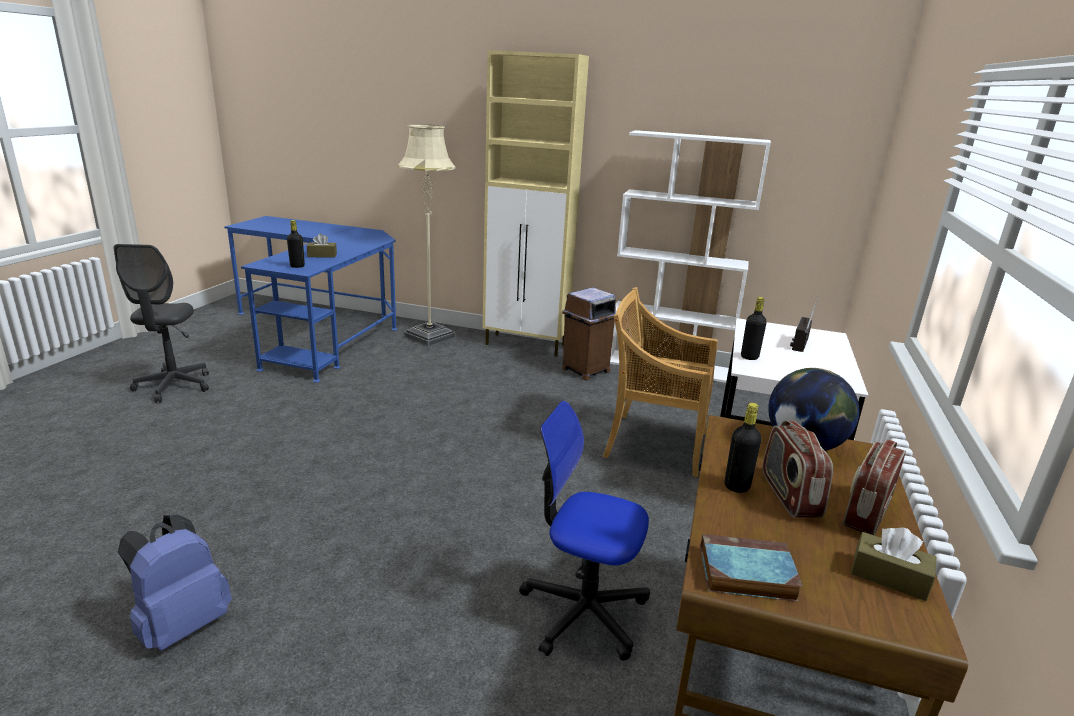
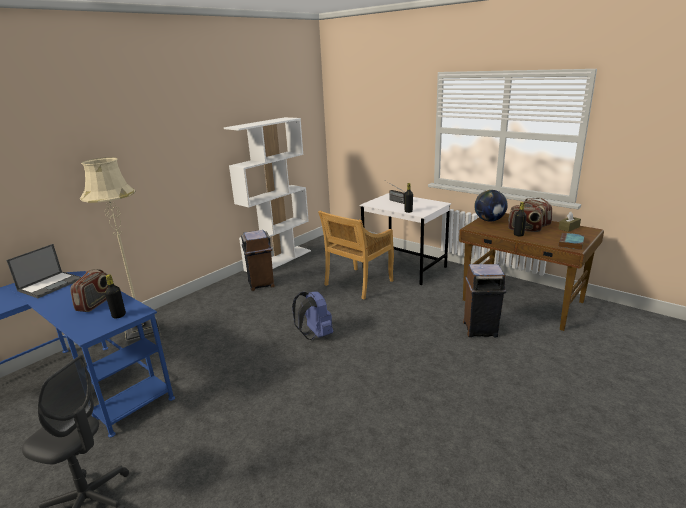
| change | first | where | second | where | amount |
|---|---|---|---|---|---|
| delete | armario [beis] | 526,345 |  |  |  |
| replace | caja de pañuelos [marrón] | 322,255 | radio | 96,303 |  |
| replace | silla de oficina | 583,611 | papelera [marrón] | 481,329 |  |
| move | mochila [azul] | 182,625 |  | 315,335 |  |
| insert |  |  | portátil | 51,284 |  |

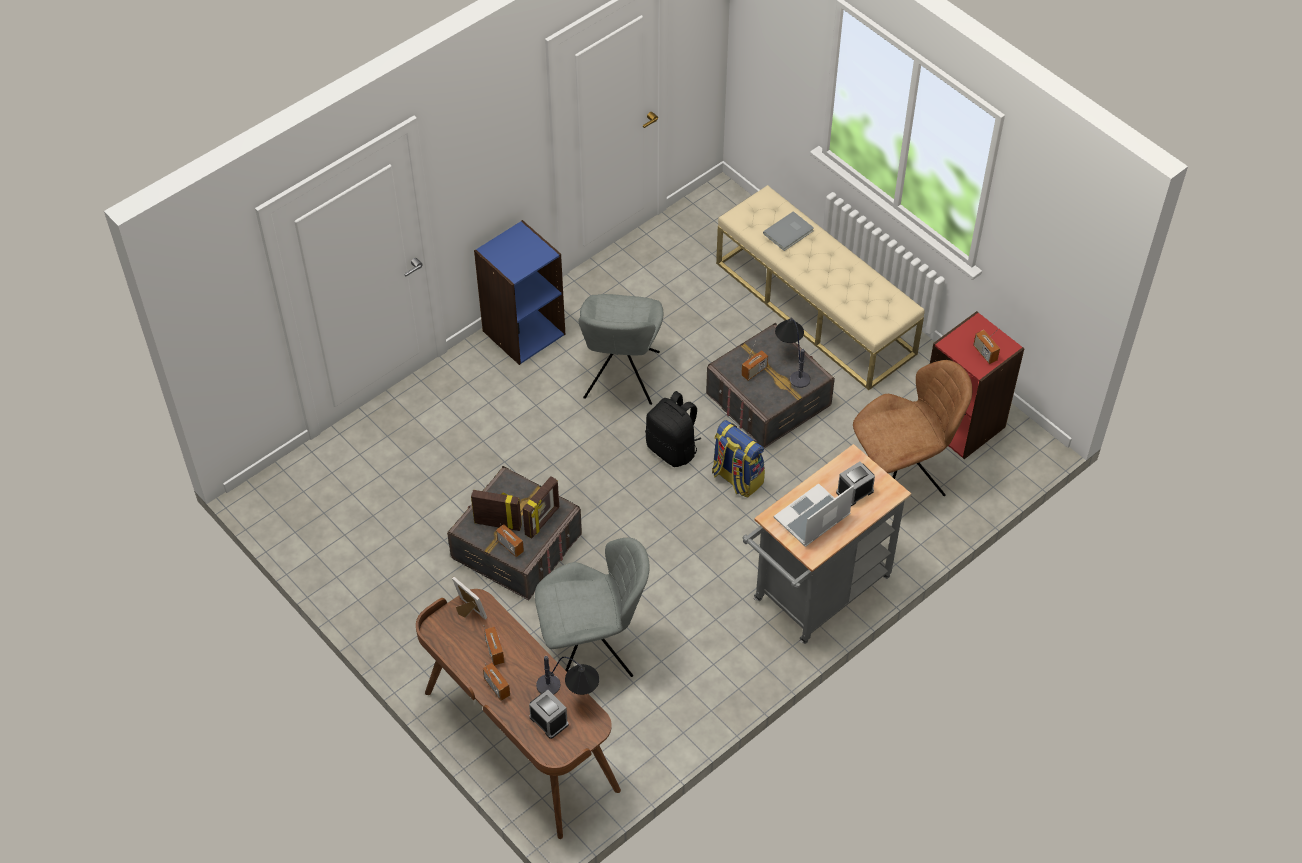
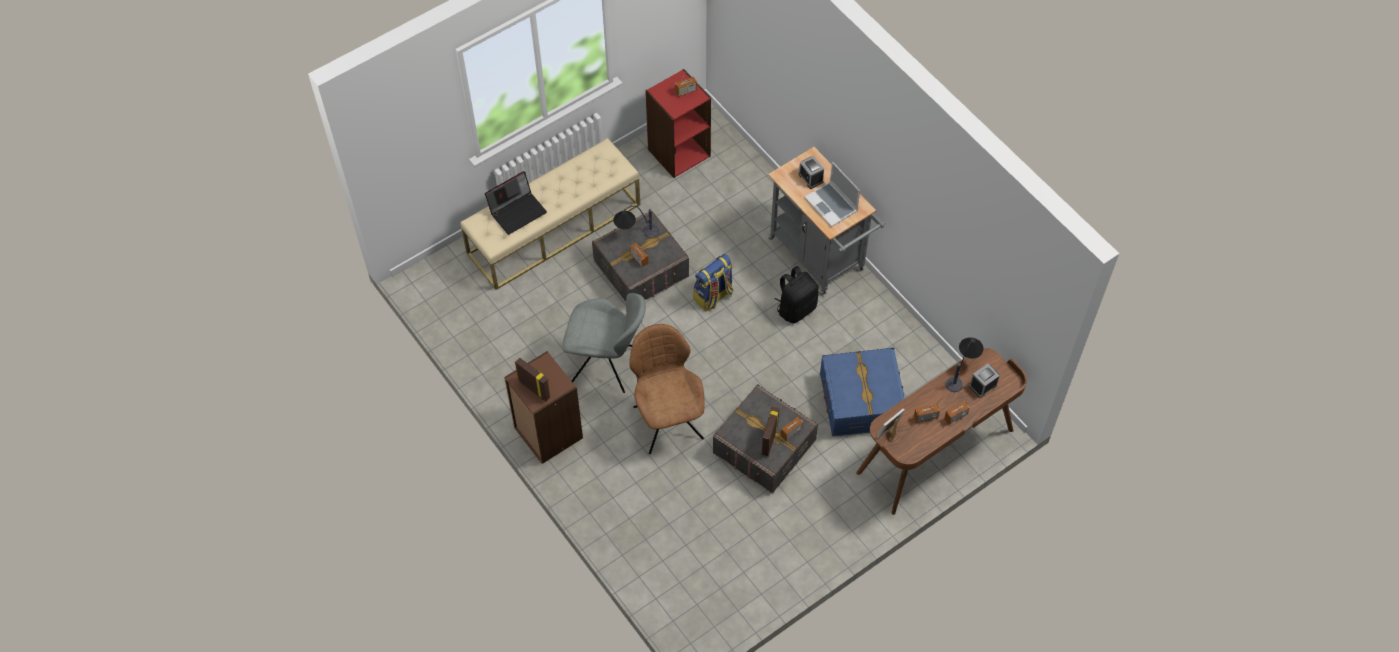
| change | first | where | second | where | amount |
|---|---|---|---|---|---|
| replace | libro [gris] | 789,232 | portátil | 517,211 |  |
| recolor | estantería [azul] | 523,332 | estantería [marrón] | 547,433 |  |
| move | silla [marrón] | 901,479 |  | 667,420 |  |
| move | mochila [negro] | 673,449 |  | 796,308 |  |
| move | portarretratos | 543,521 |  | 535,389 |  |
| replace | silla [gris] | 592,651 | caja de almacenaje [azul] | 861,401 |  |

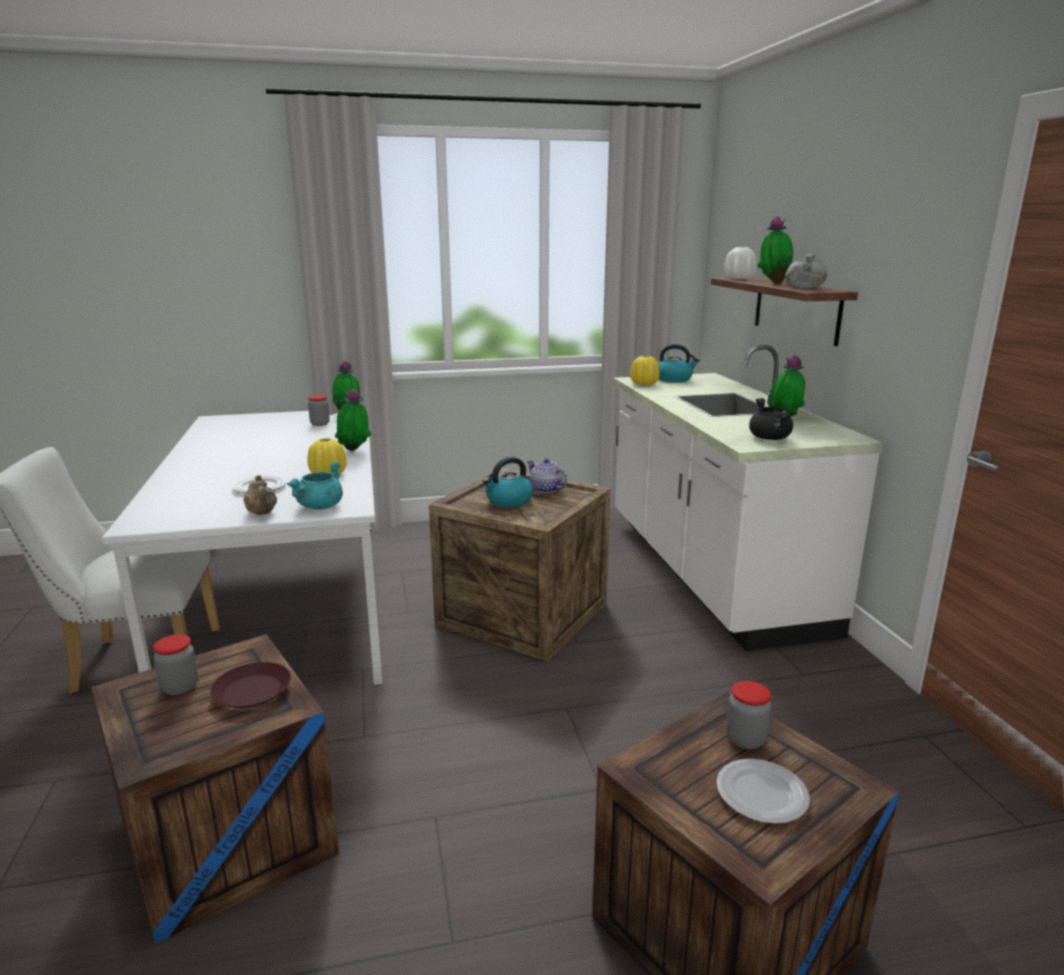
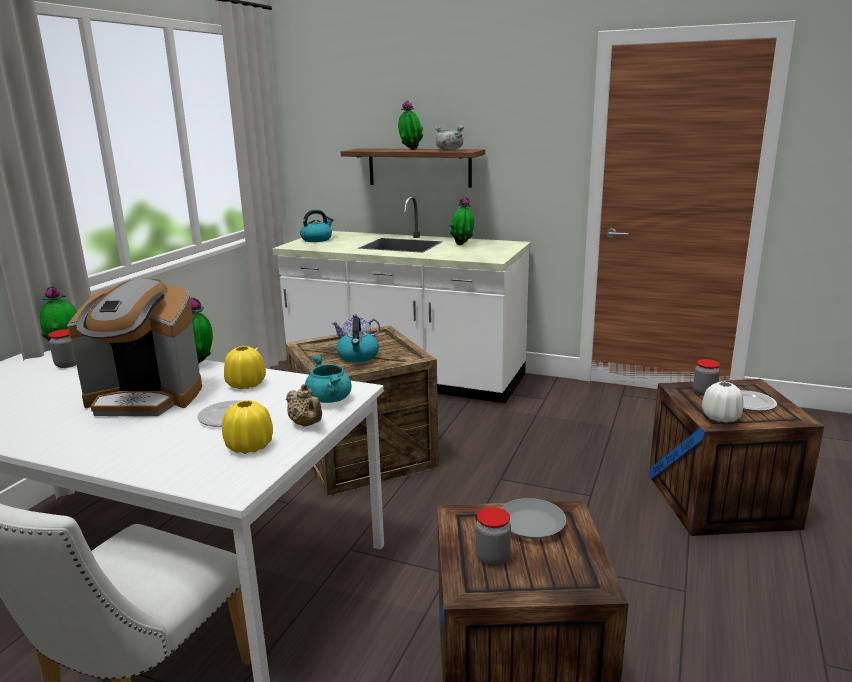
| change | first | where | second | where | amount |
|---|---|---|---|---|---|
| move | florero [blanco] | 739,278 |  | 721,417 |  |
| move | florero [amarillo] | 644,384 |  | 249,446 |  |
| delete | olla [negro] | 770,438 |  |  |  |
| rotate | tetera [beis] | 262,513 |  | 307,424 | 45 degrees clockwise |
| recolor | plato [marrón] | 251,692 | plato [gris] | 531,525 |  |
| insert |  |  | cafetera | 145,398 |  |

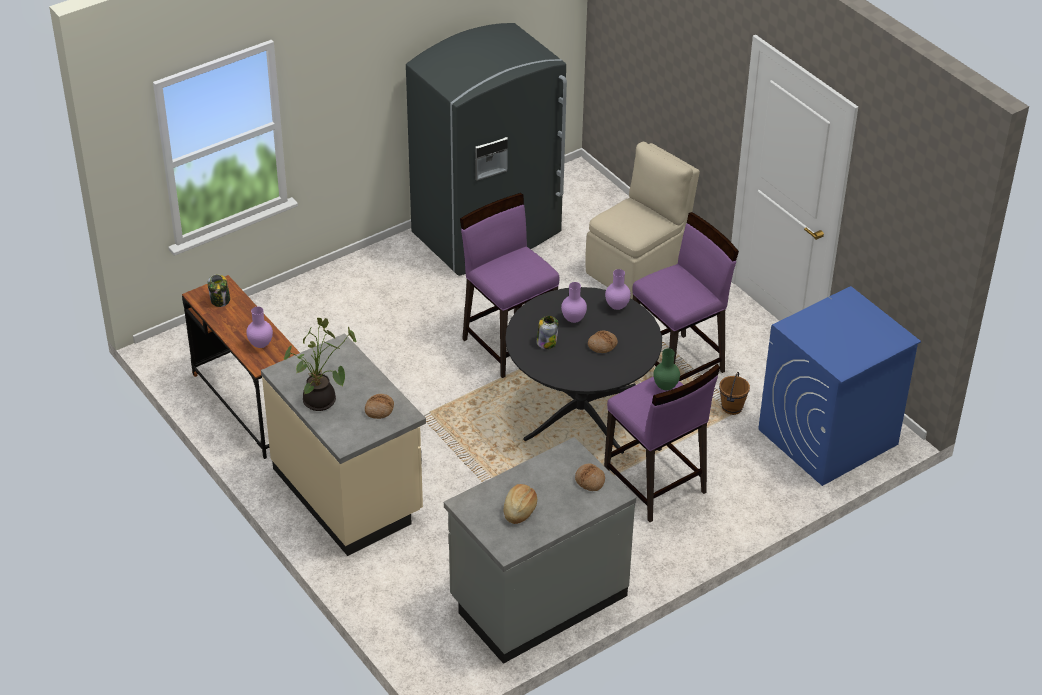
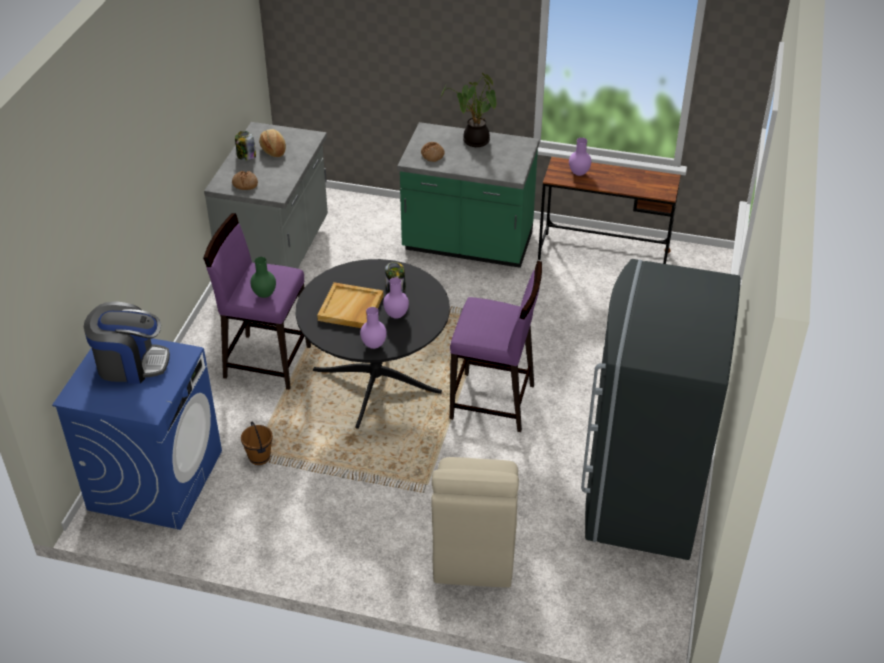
| change | first | where | second | where | amount |
|---|---|---|---|---|---|
| delete | taburete [morado] | 677,366 |  |  |  |
| move | tarro | 220,300 |  | 246,156 |  |
| replace | pan | 602,345 | bandeja [beis] | 351,308 |  |
| recolor | mueble bajo de cocina [beis] | 349,492 | mueble bajo de cocina [verde] | 467,244 |  |
| insert |  |  | cafetera | 131,364 |  |

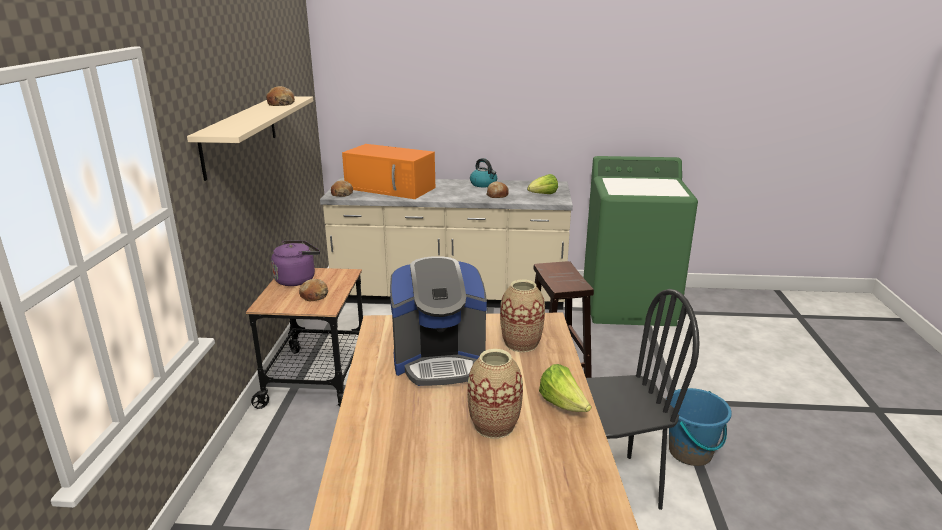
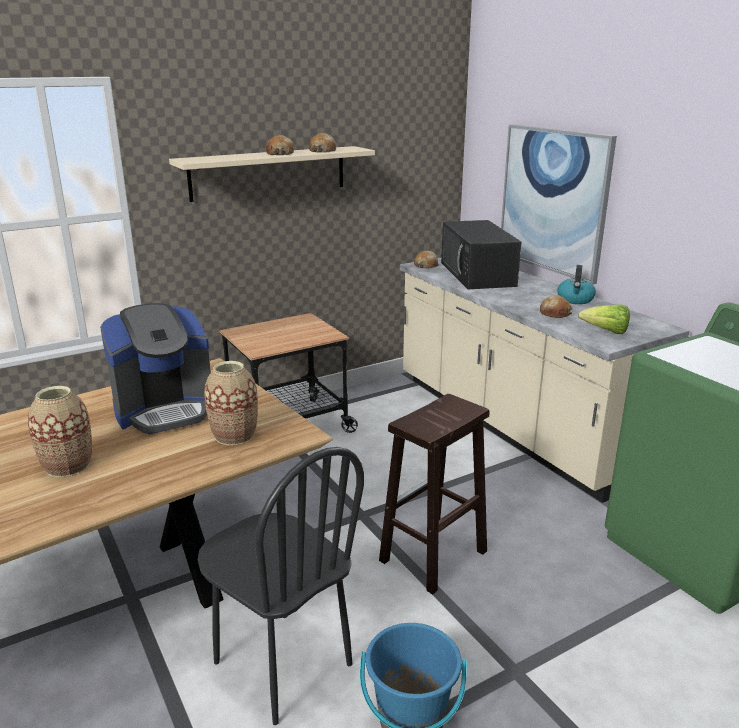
| change | first | where | second | where | amount |
|---|---|---|---|---|---|
| recolor | microondas [naranja] | 391,188 | microondas [negro] | 478,274 |  |
| delete | hervidor [morado] | 297,279 |  |  |  |
| rotate | cafetera | 439,361 |  | 165,410 | 75 degrees counterclockwise |
| move | pan | 314,295 |  | 280,153 |  |
| delete | lechuga | 563,405 |  |  |  |
| insert |  |  | cuadro | 553,201 |  |

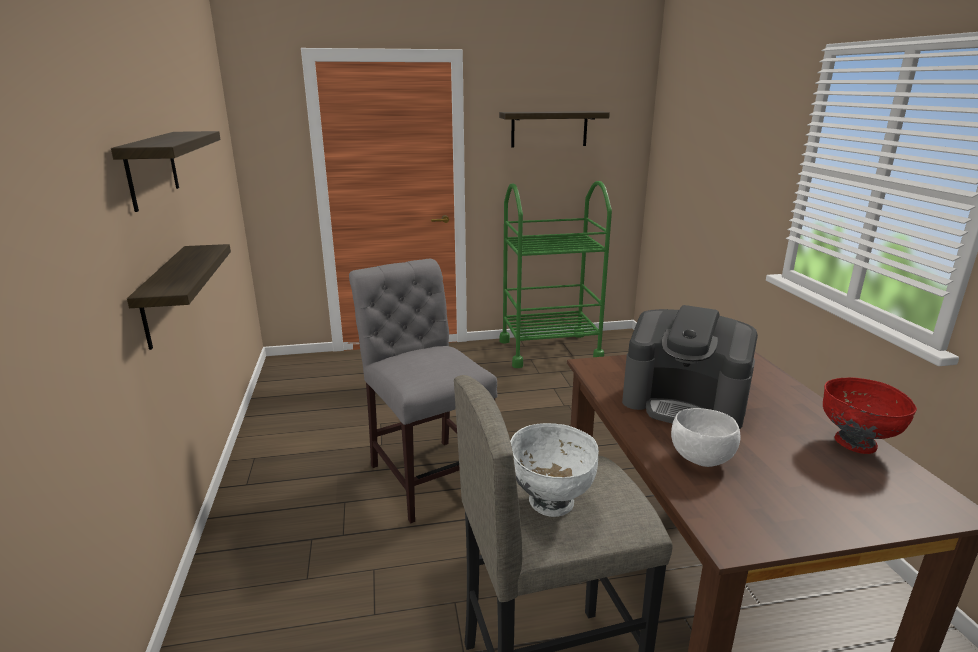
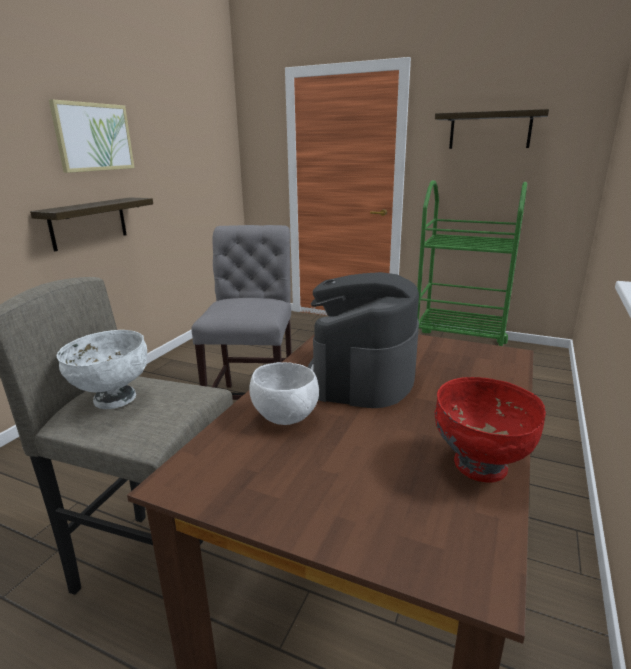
| change | first | where | second | where | amount |
|---|---|---|---|---|---|
| replace | estante | 152,169 | cuadro | 94,137 |  |
| rotate | cafetera | 684,403 |  | 363,375 | 45 degrees clockwise |

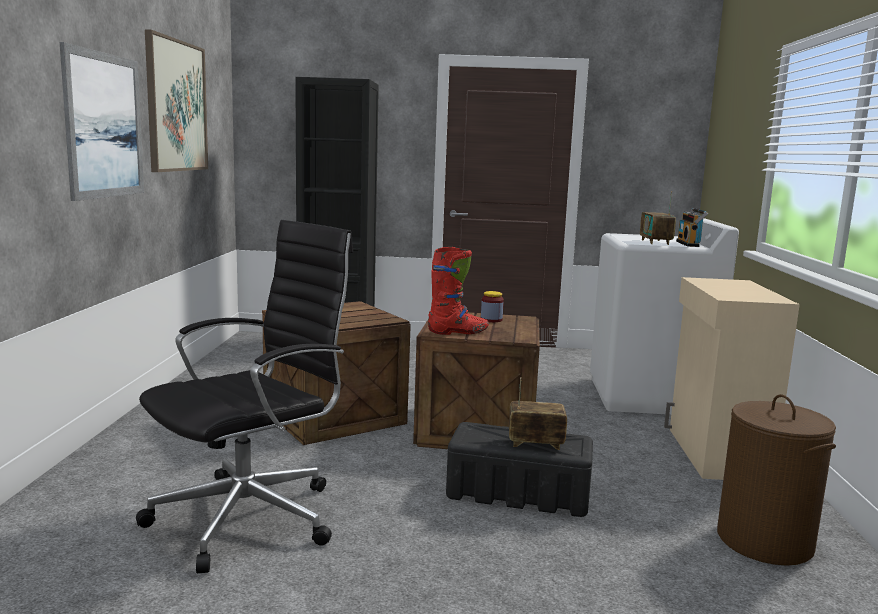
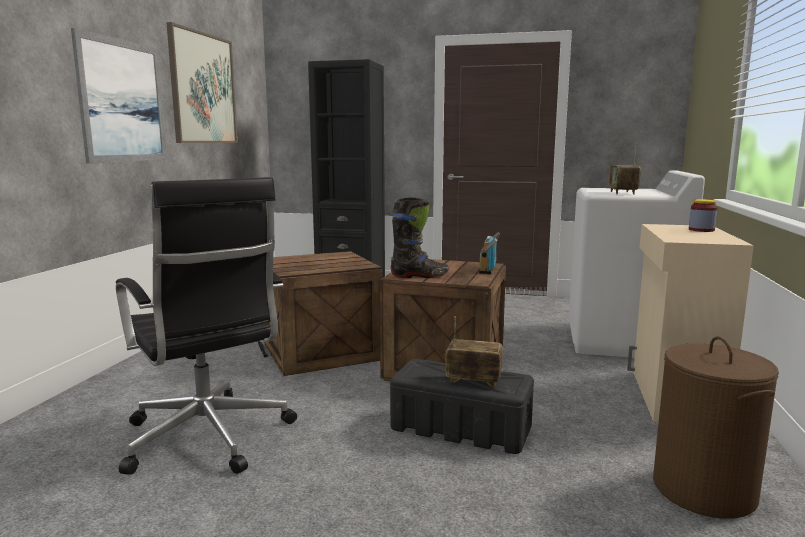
| change | first | where | second | where | amount |
|---|---|---|---|---|---|
| move | radio | 689,244 |  | 489,269 |  |
| rotate | silla de oficina [negro] | 251,517 |  | 208,438 | 90 degrees clockwise |
| recolor | bota [rojo] | 458,332 | bota [negro] | 419,276 |  |
| move | tarro | 491,320 |  | 701,230 |  |

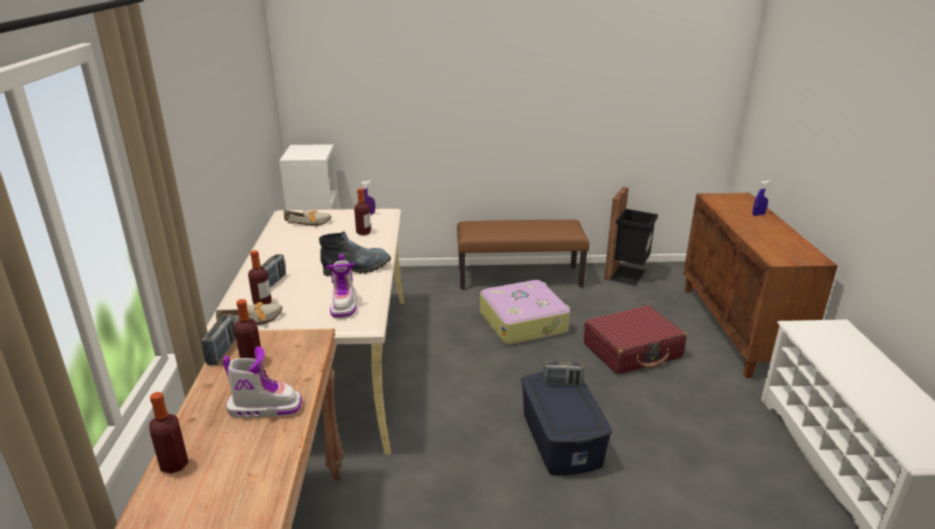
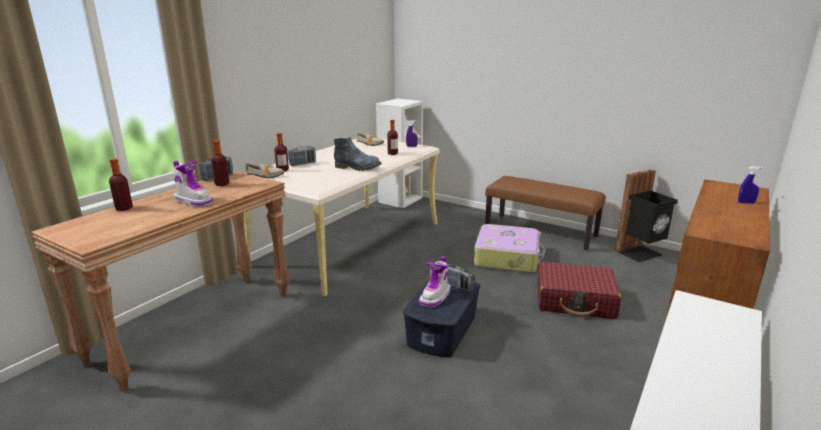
| change | first | where | second | where | amount |
|---|---|---|---|---|---|
| move | bota | 344,305 |  | 435,297 |  |

